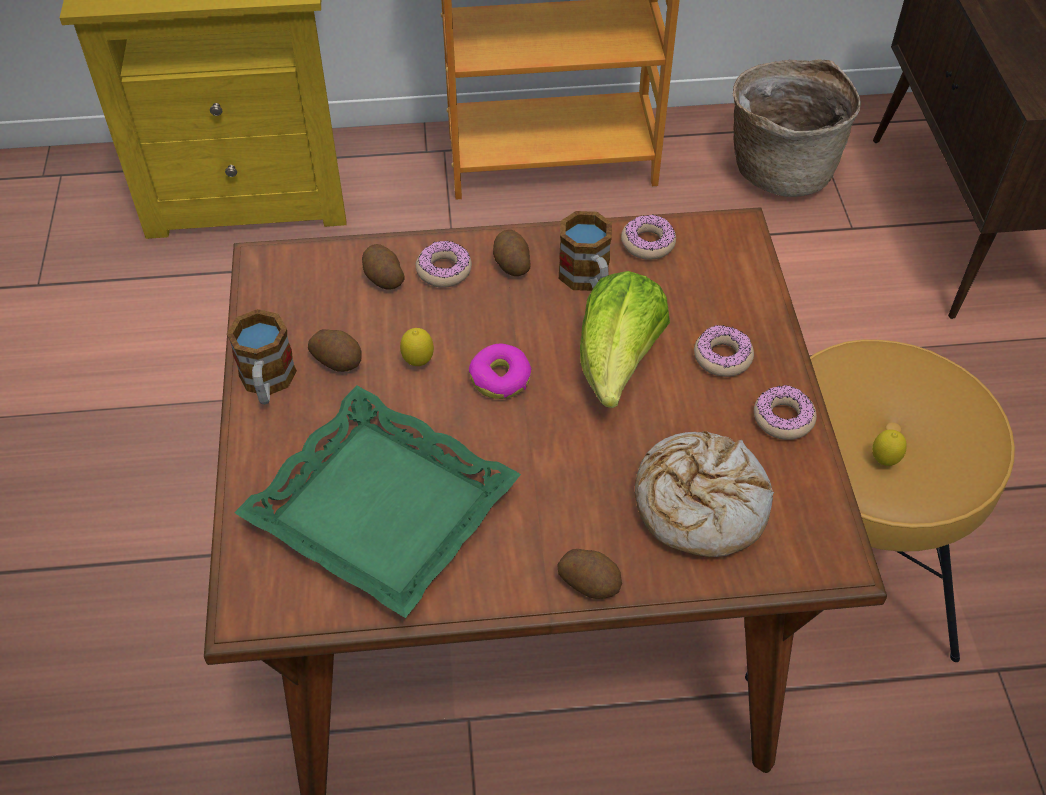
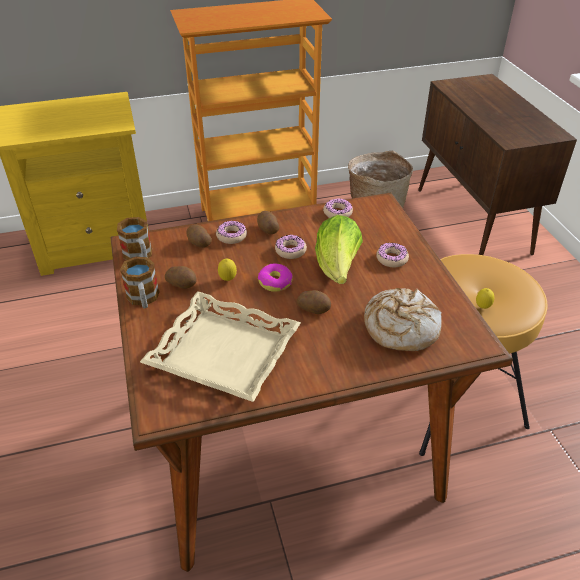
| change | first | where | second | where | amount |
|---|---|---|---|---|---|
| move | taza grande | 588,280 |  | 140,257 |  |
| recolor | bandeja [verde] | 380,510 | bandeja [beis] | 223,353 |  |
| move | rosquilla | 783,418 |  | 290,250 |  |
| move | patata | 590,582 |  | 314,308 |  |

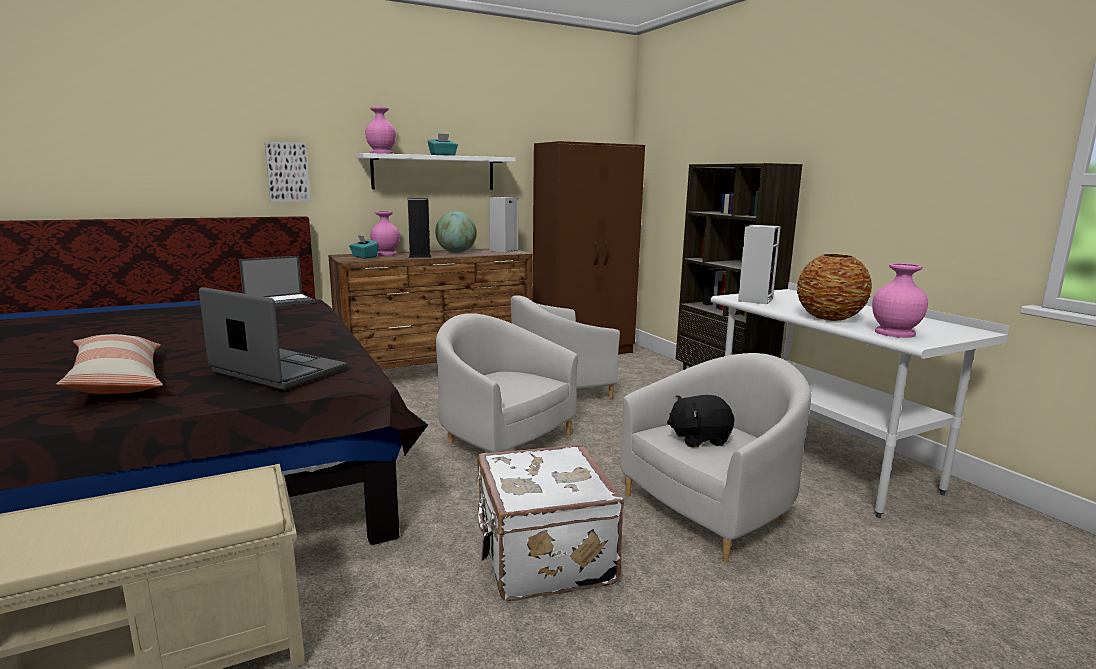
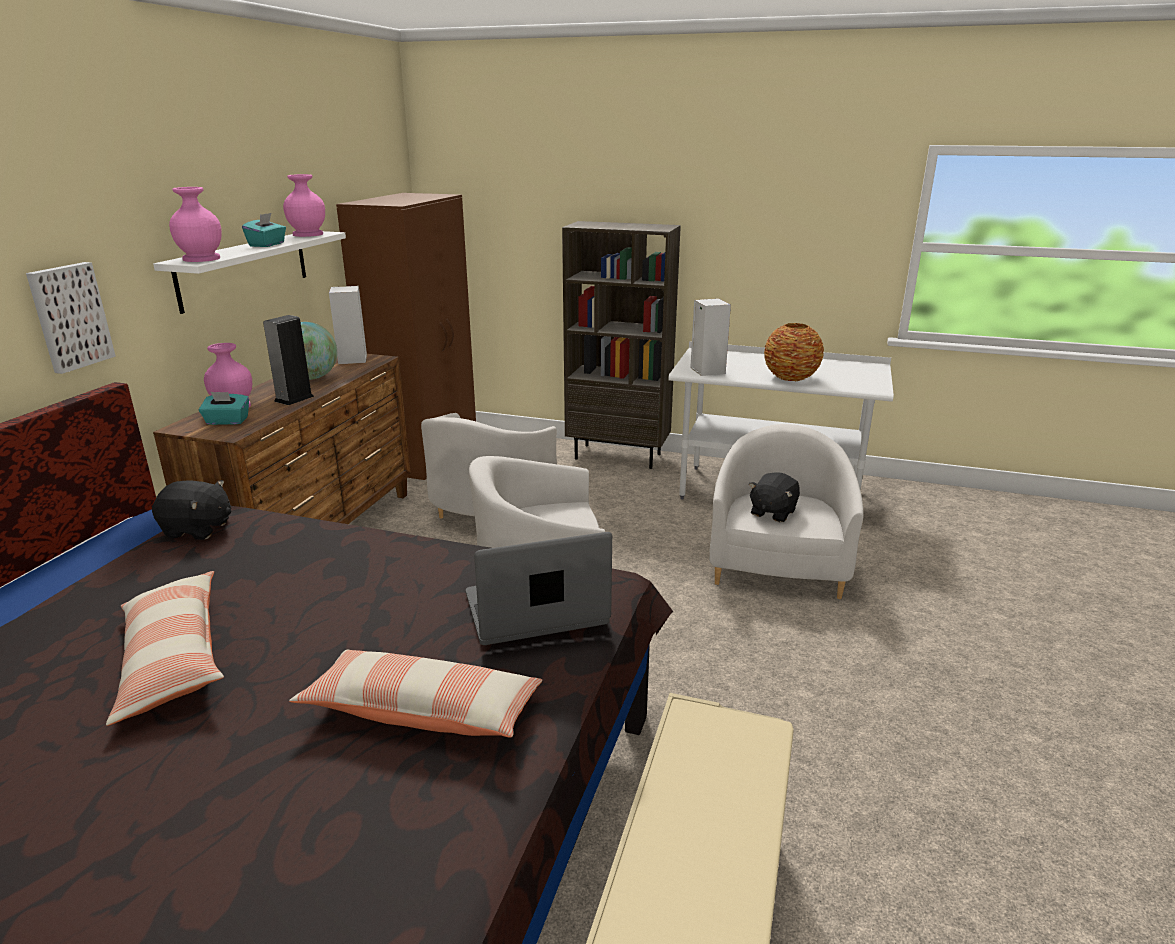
| change | first | where | second | where | amount |
|---|---|---|---|---|---|
| replace | portátil | 280,302 | peluche [negro] | 197,529 |  |
| move | florero [rosa] | 893,333 |  | 307,234 |  |
| delete | maleta [blanco] | 542,557 |  |  |  |
| insert |  |  | cojín | 172,658 |  |

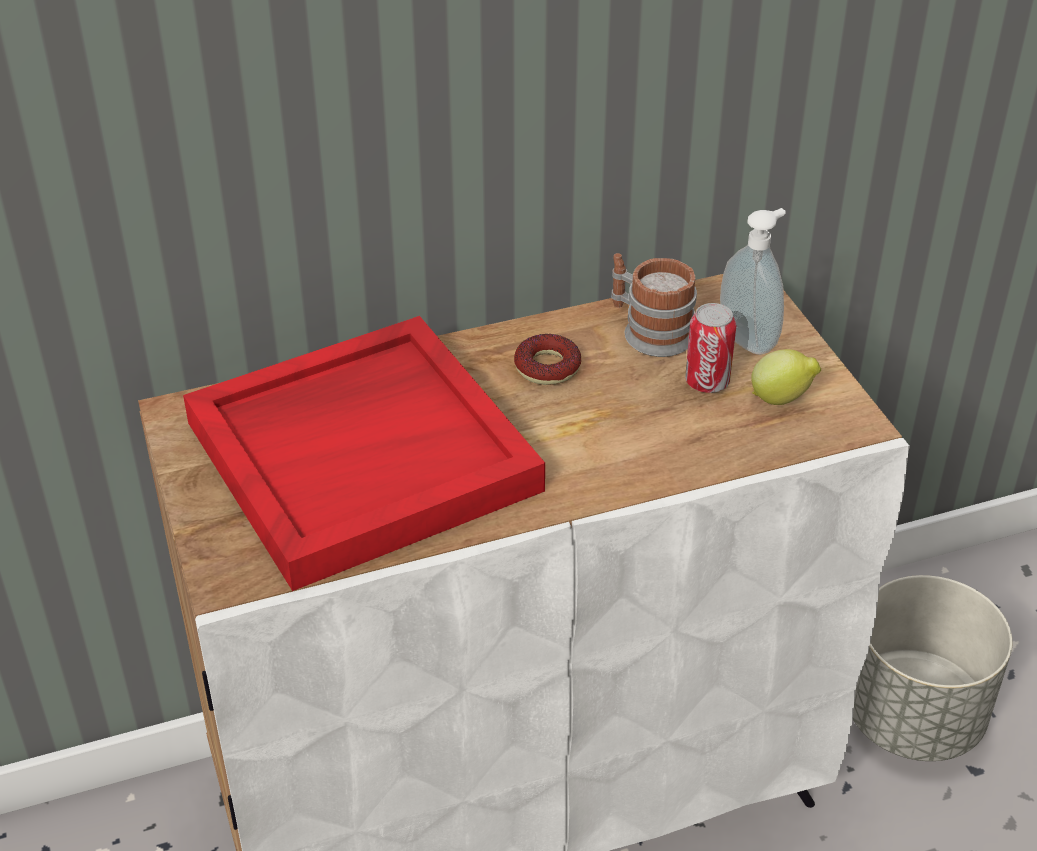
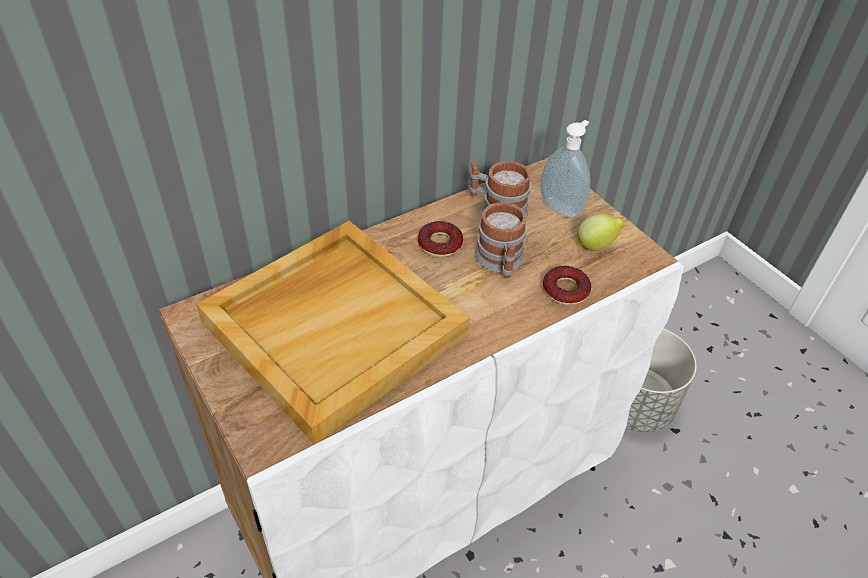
| change | first | where | second | where | amount |
|---|---|---|---|---|---|
| delete | lata | 707,382 |  |  |  |
| recolor | bandeja [rojo] | 363,454 | bandeja [beis] | 334,326 |  |
| insert |  |  | taza grande | 500,262 |  |
| insert |  |  | rosquilla | 565,290 |  |

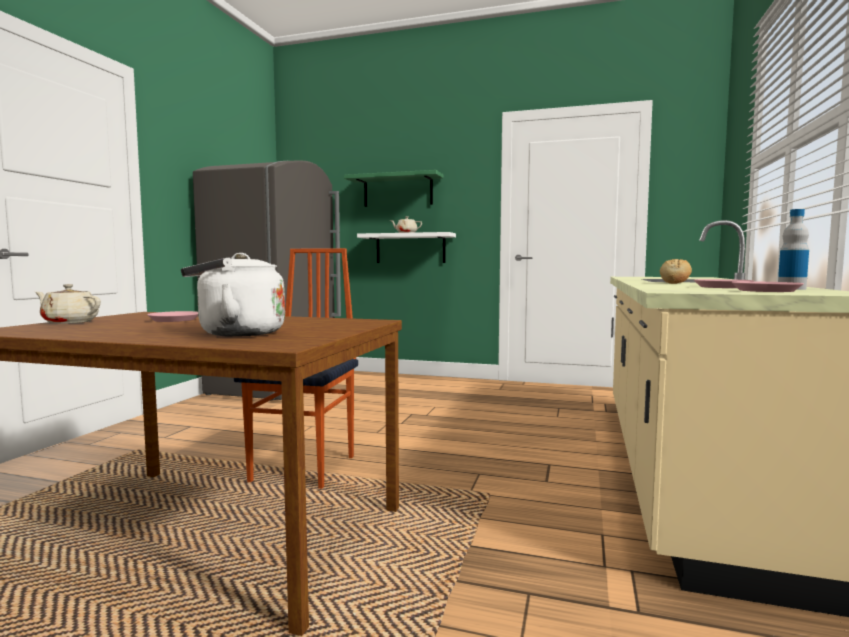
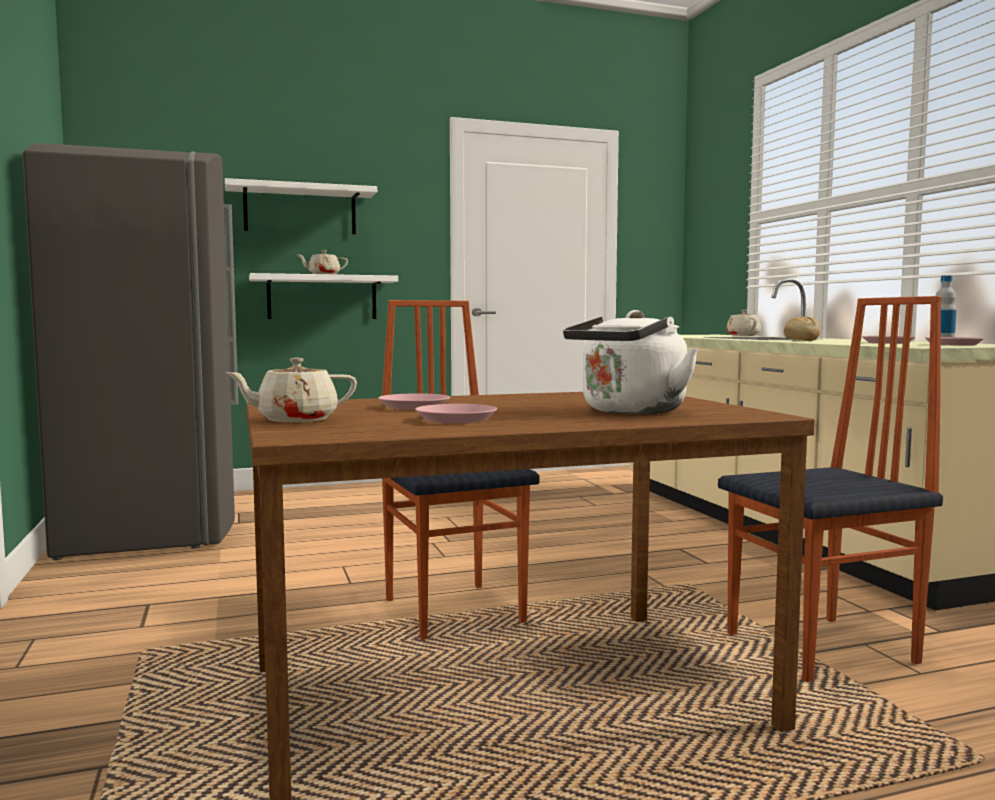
| change | first | where | second | where | amount |
|---|---|---|---|---|---|
| recolor | estante [verde] | 398,191 | estante [blanco] | 300,210 |  |
| insert |  |  | silla | 824,649 |  |
| insert |  |  | tetera [beis] | 742,335 |  |
| insert |  |  | plato [rosa] | 455,419 |  |

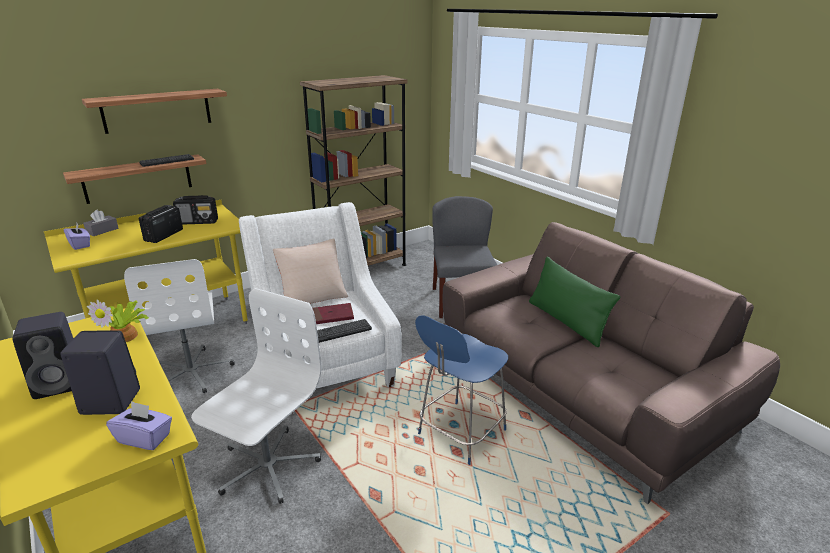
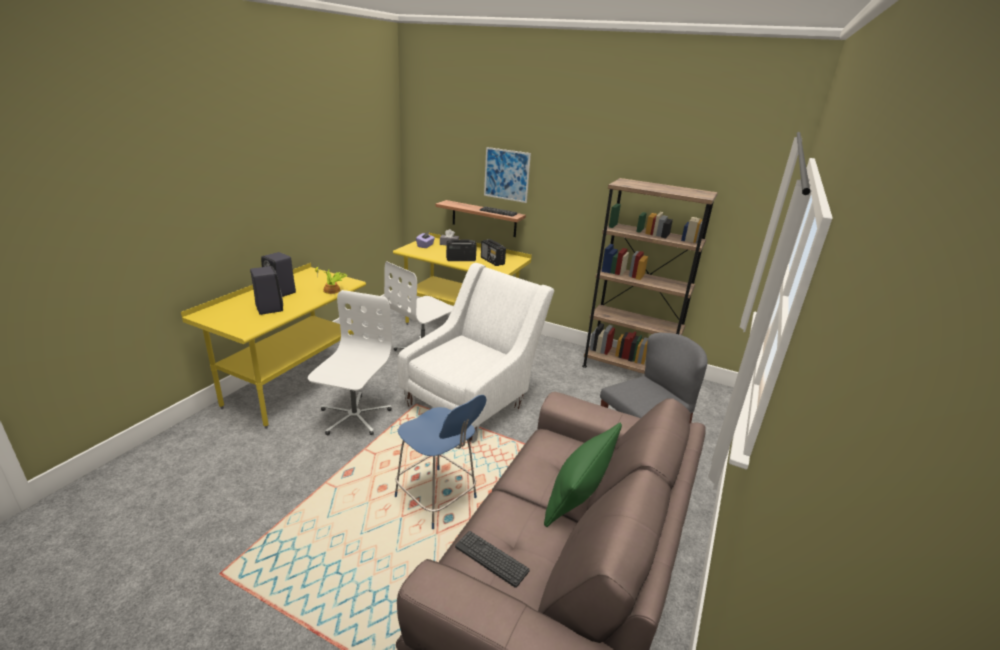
| change | first | where | second | where | amount |
|---|---|---|---|---|---|
| replace | estante | 157,110 | cuadro | 506,175 |  |
| delete | cojín [beis] | 313,296 |  |  |  |
| rotate | silla de oficina [blanco] | 267,466 |  | 354,416 | 75 degrees counterclockwise |
| delete | libro [rojo] | 332,316 |  |  |  |
| rotate | silla [azul] | 460,434 |  | 437,499 | 150 degrees counterclockwise |
| move | teclado | 341,331 |  | 491,558 |  |
| delete | caja de pañuelos [morado] | 145,438 |  |  |  |

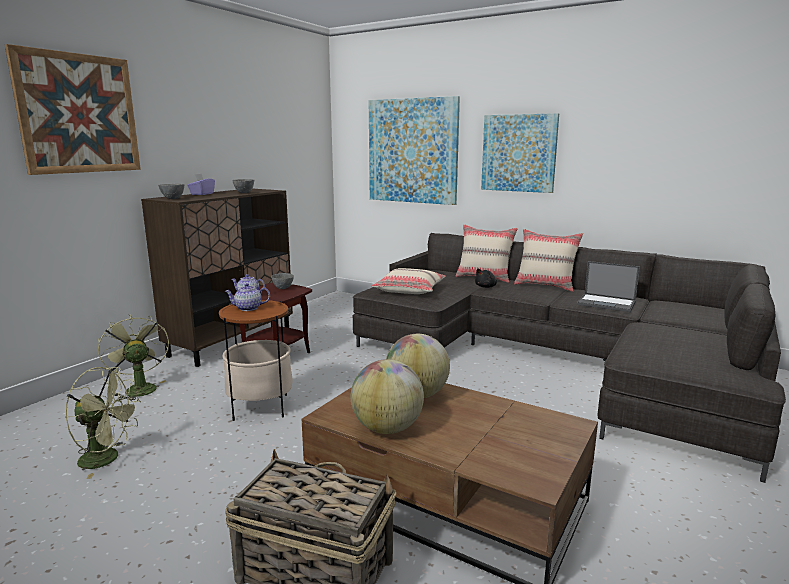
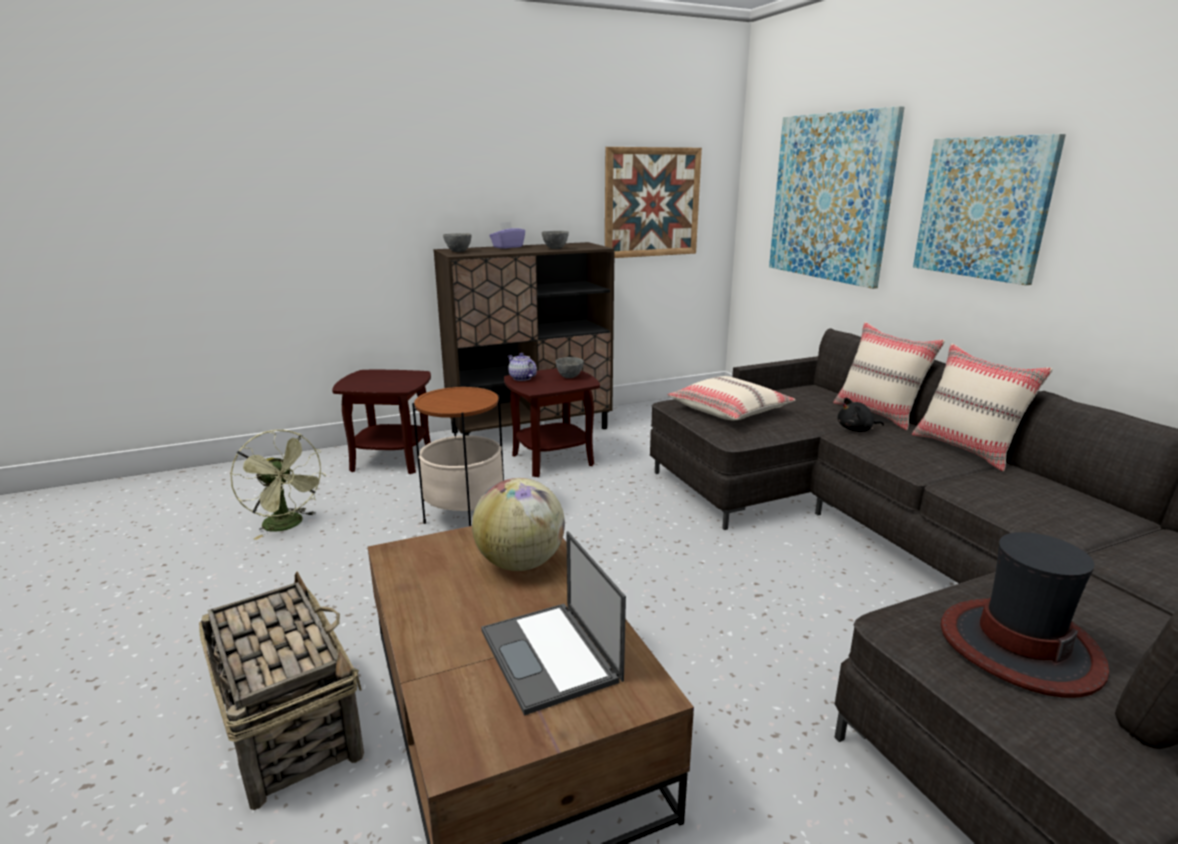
| change | first | where | second | where | amount |
|---|---|---|---|---|---|
| move | cuadro | 79,114 |  | 652,202 |  |
| move | portátil | 607,303 |  | 551,656 |  |
| delete | tetera | 248,308 |  |  |  |
| replace | ventilador [verde] | 138,388 | mesa auxiliar [marrón] | 391,460 |  |
| delete | globo terráqueo | 387,428 |  |  |  |
| insert |  |  | sombrero | 1018,646 |  |

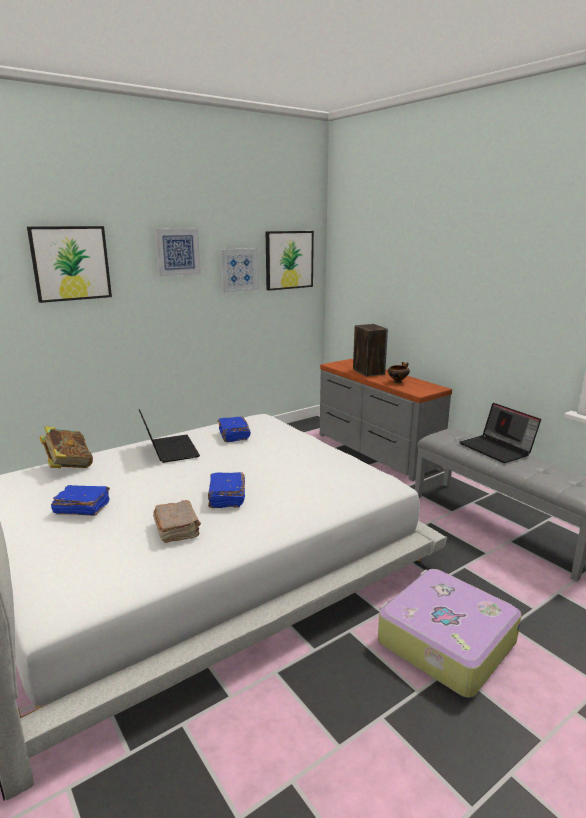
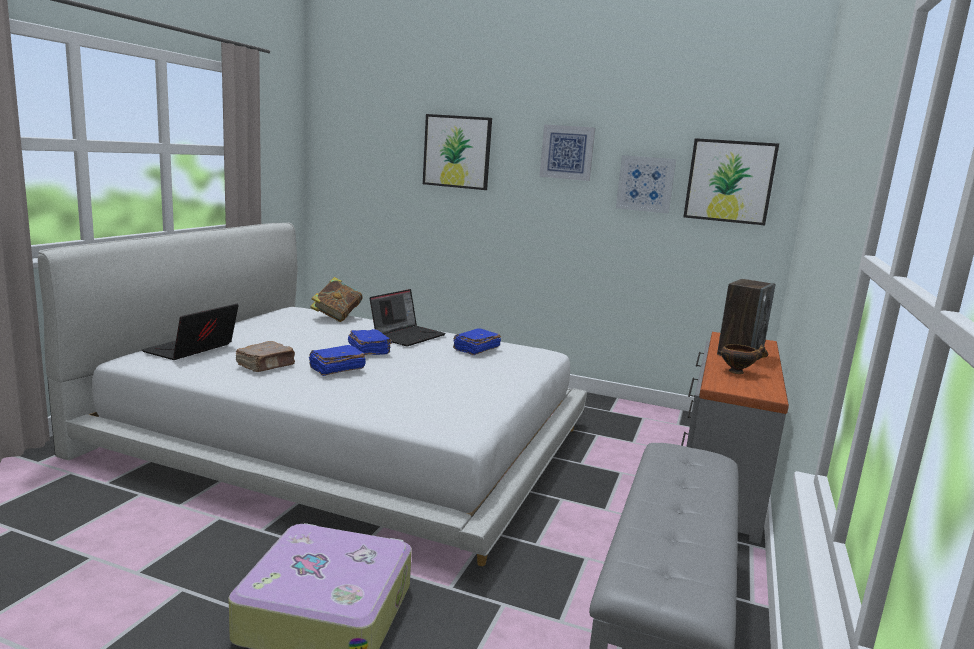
| change | first | where | second | where | amount |
|---|---|---|---|---|---|
| move | portátil | 497,449 |  | 191,350 |  |
| move | libro [azul] | 82,508 |  | 369,350 |  |

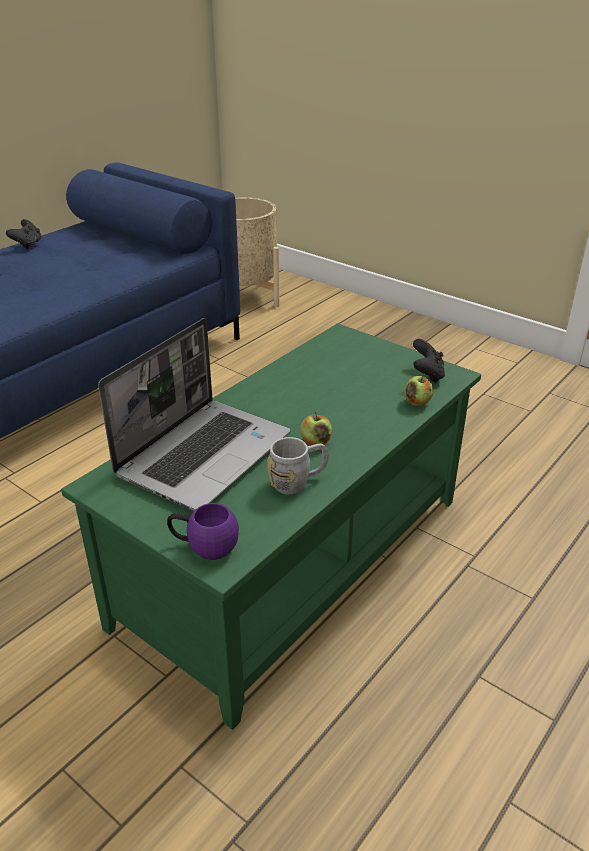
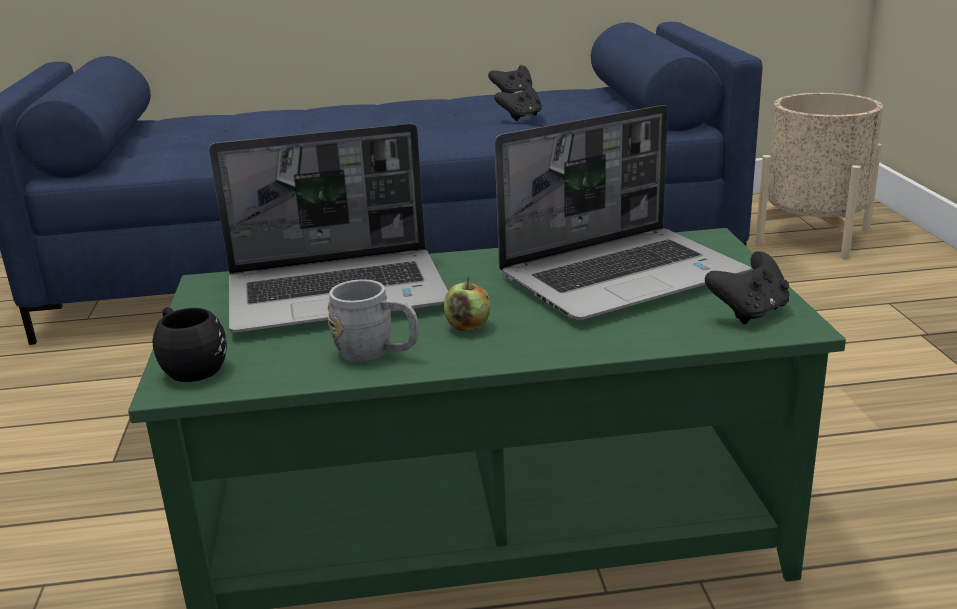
| change | first | where | second | where | amount |
|---|---|---|---|---|---|
| delete | manzana | 417,402 |  |  |  |
| recolor | taza grande [morado] | 204,546 | taza grande [negro] | 189,365 |  |
| insert |  |  | mando de consola [negro] | 521,117 |  |
| insert |  |  | portátil | 623,276 |  |

